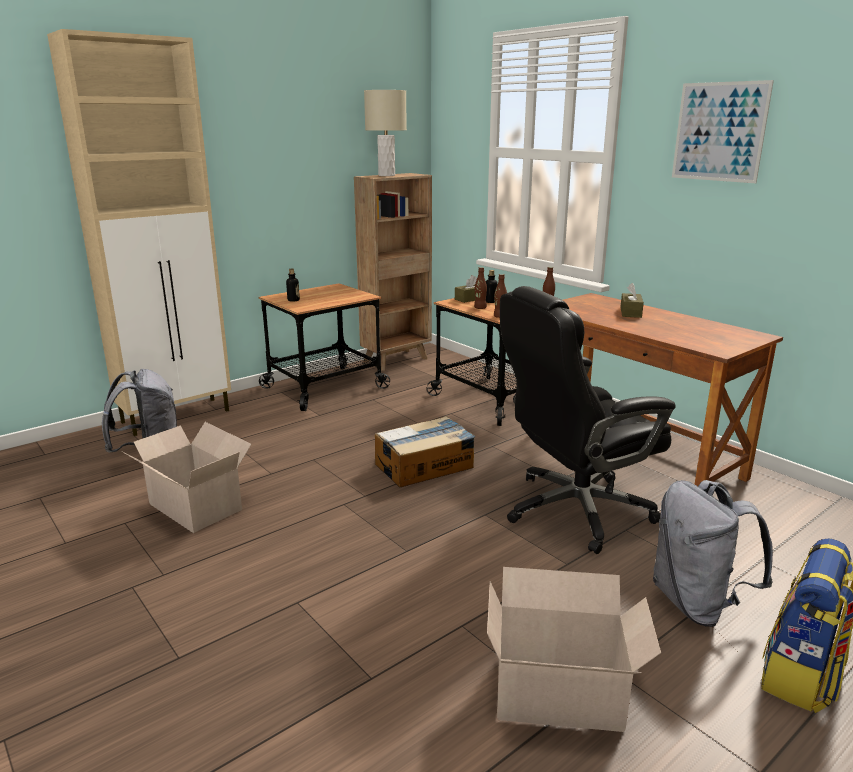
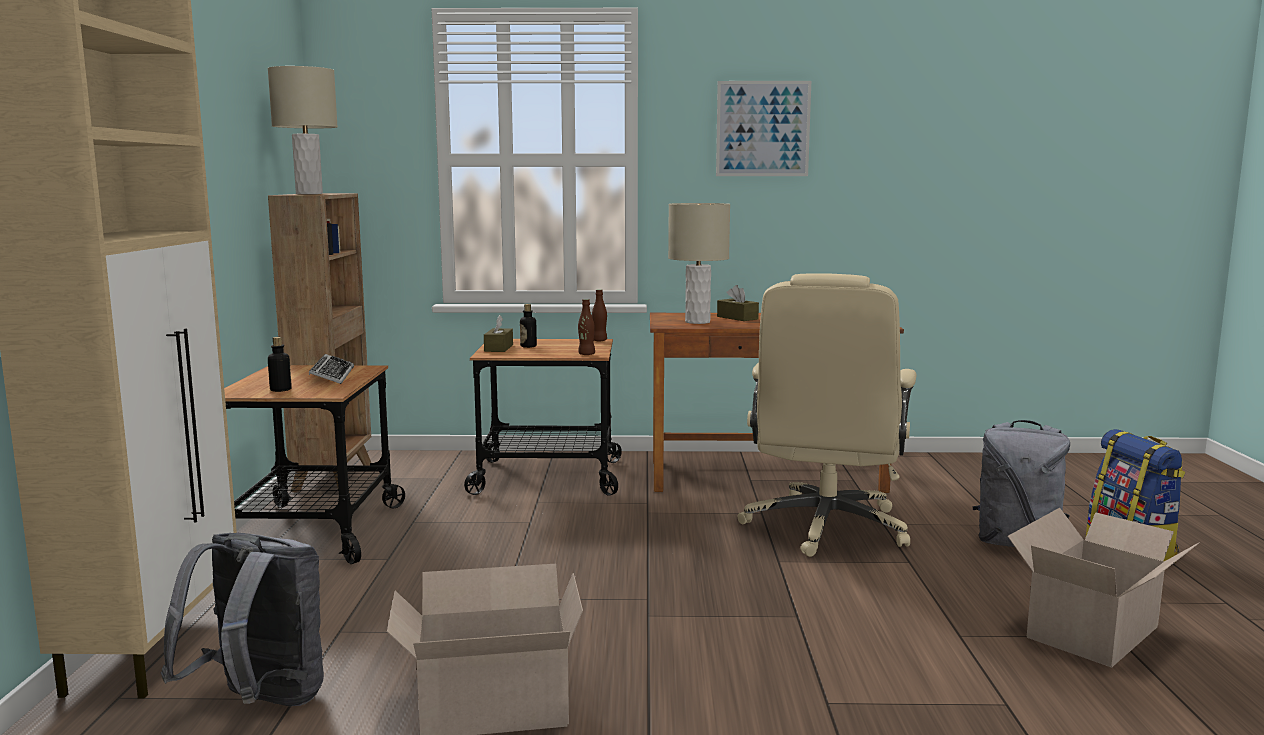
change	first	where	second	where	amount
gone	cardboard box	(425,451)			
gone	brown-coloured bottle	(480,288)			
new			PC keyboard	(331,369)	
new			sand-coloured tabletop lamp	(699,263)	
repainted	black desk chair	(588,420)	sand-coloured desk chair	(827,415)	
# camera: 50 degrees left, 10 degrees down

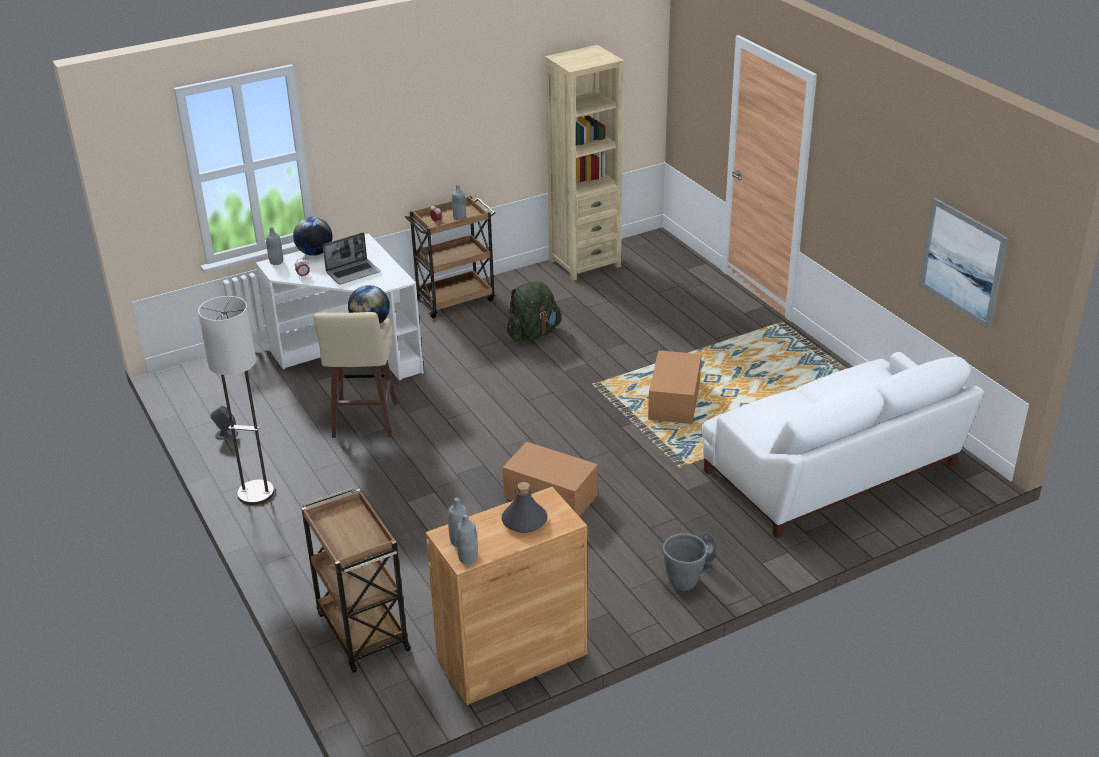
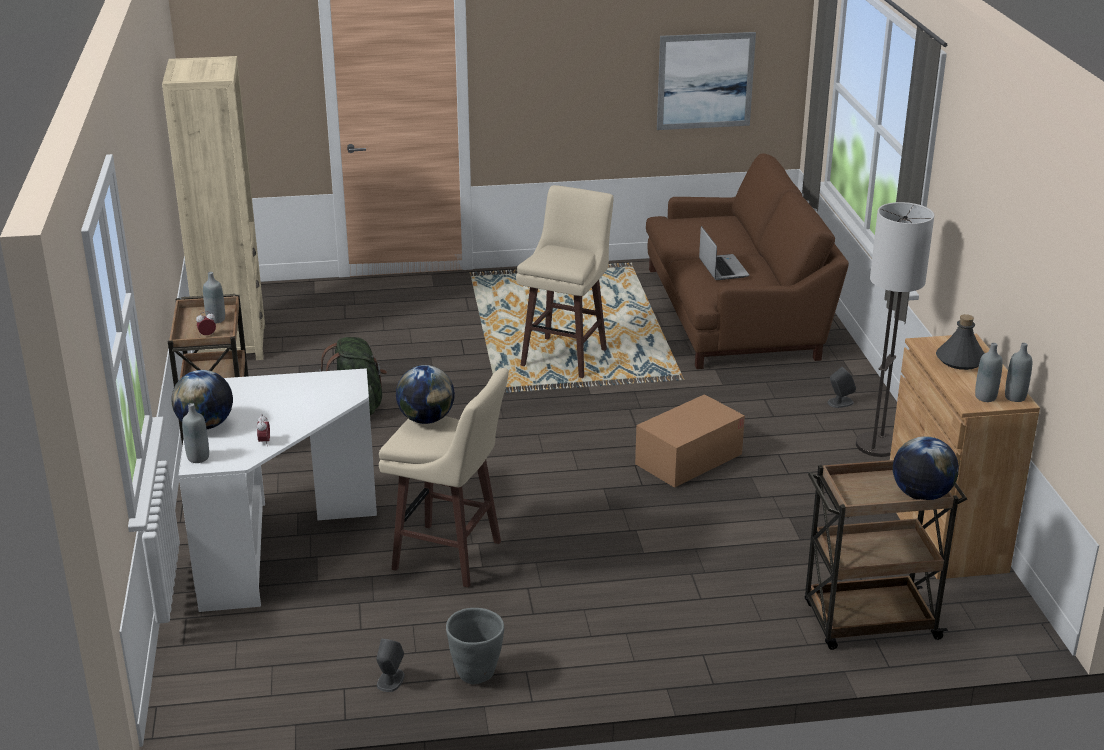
change	first	where	second	where	amount
new			desk globe	(926,468)	
shifted	floor lamp	(236,400)		(895,329)	
shifted	notebook computer	(352,258)		(724,253)	
shifted	grey planter	(685,562)		(475,646)	
swapped	cardboard box	(674,387)	sand-coloured stool	(565,281)	
repainted	whitish sofa	(843,445)	brown-coloured sofa	(747,261)	
# camera: 70 degrees left, 5 degrees down

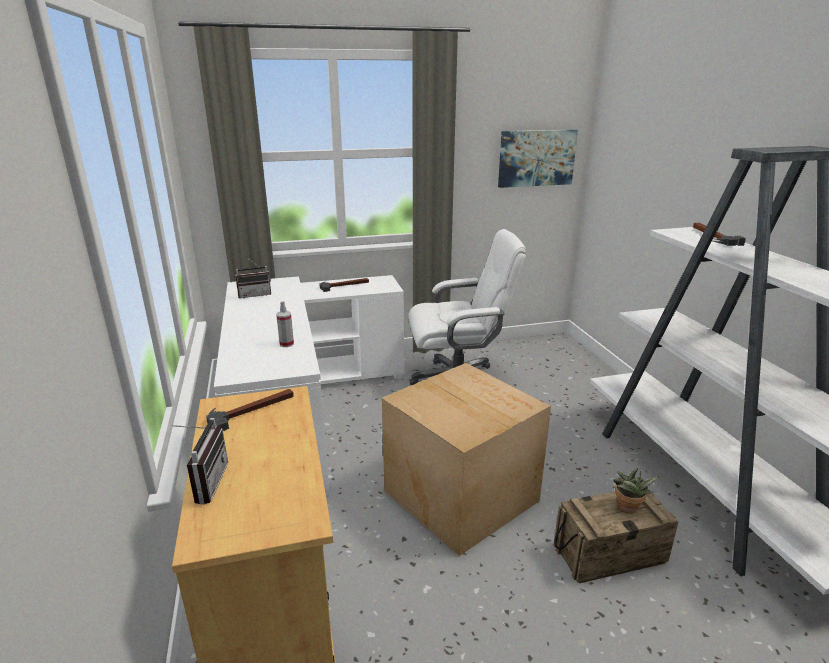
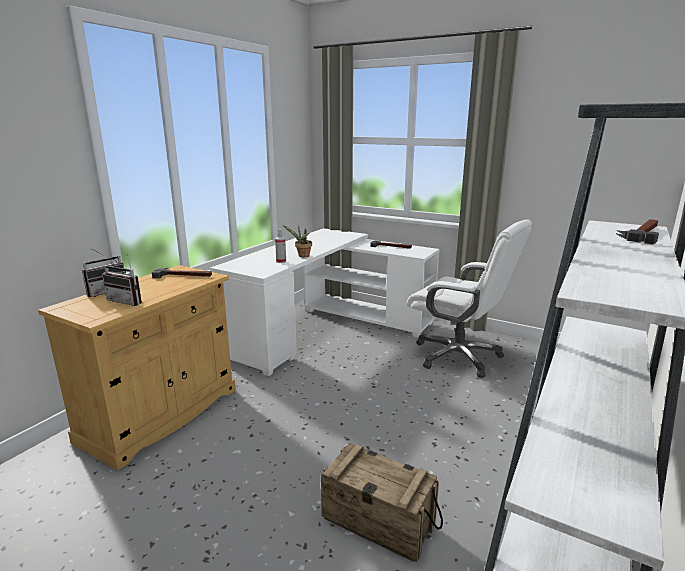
change	first	where	second	where	amount
gone	cardboard box	(466,459)			
gone	picture	(538,158)			
shifted	radio	(253,278)		(122,281)	
shifted	houseplant	(636,491)		(297,241)	
# camera: 45 degrees right, 5 degrees down

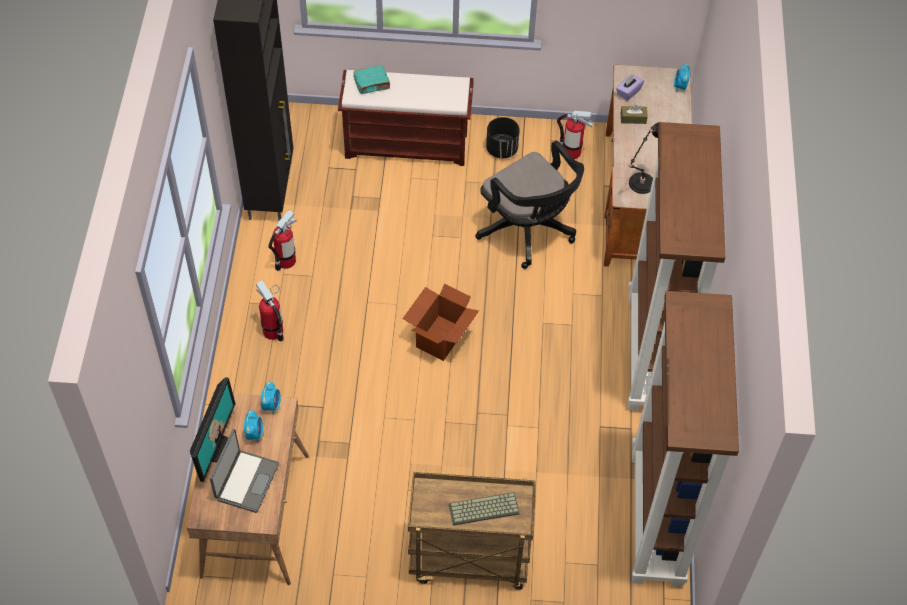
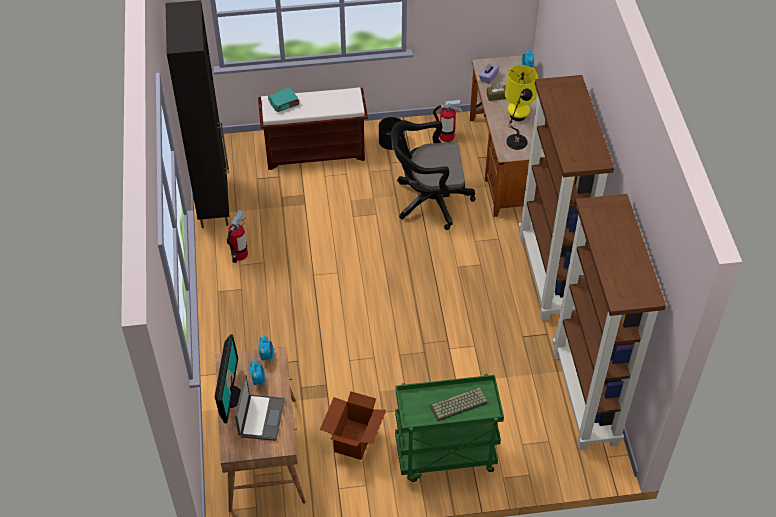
change	first	where	second	where	amount
gone	extinguisher	(270,311)			
new			yellowish tabletop lamp	(521,93)	
shifted	cardboard box	(440,322)		(353,425)	
repainted	brown-coloured cart	(472,530)	green-coloured cart	(449,428)	
rotated	black desk chair	(529,205)		(433,175)	135 degrees clockwise
# camera: 10 degrees left, 5 degrees down

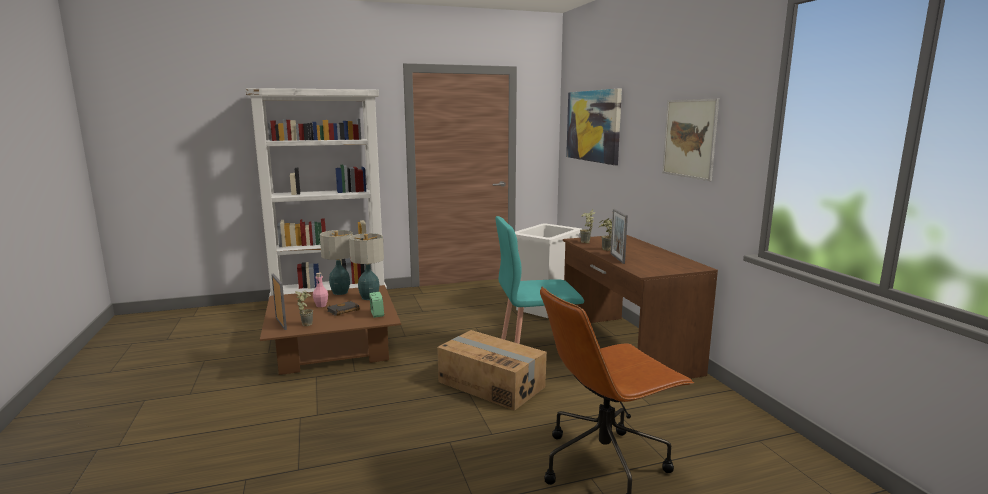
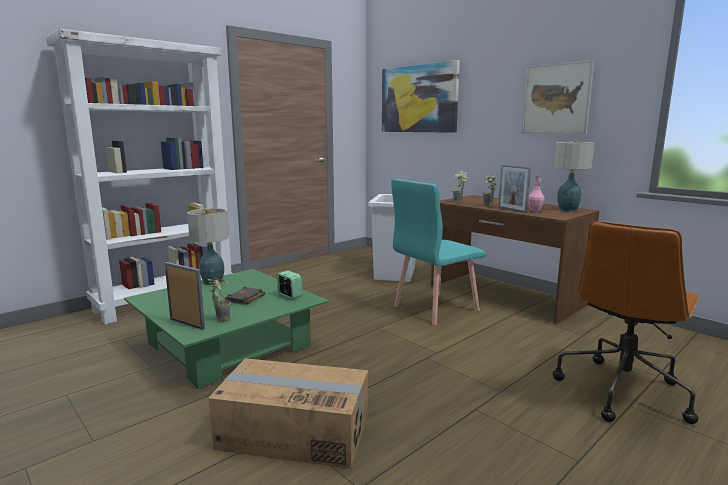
change	first	where	second	where	amount
shifted	pink-coloured bottle	(320,290)		(536,194)	
shifted	tabletop lamp	(366,266)		(574,176)	
shifted	cardboard box	(492,370)		(288,413)	
repainted	brown-coloured low table	(330,330)	green-coloured low table	(226,328)	
# camera: 25 degrees left, 0 degrees up

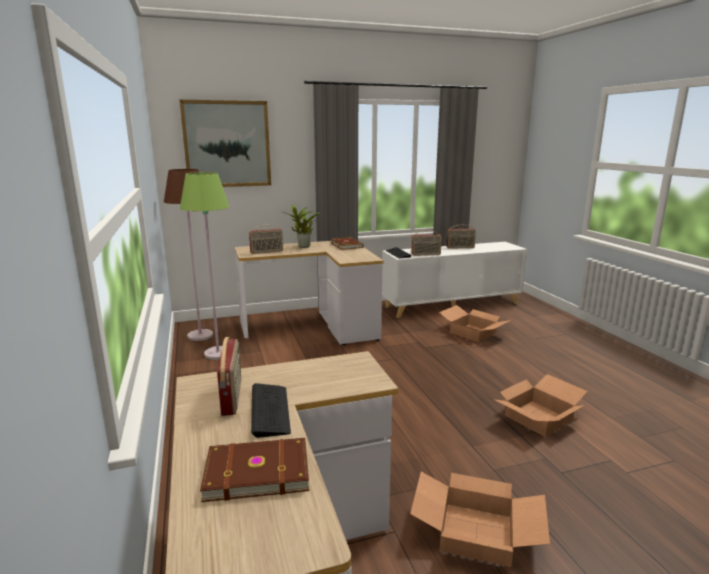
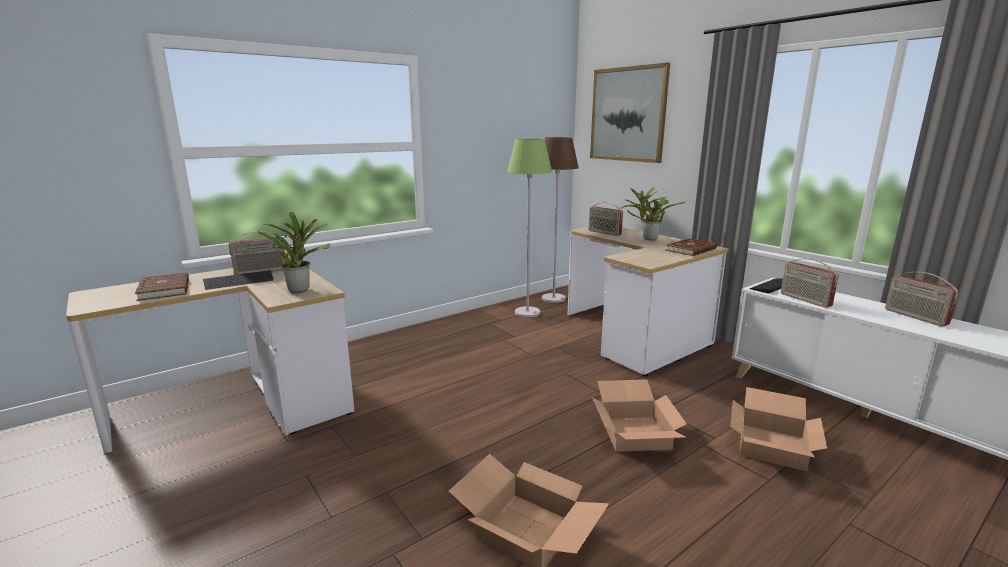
change	first	where	second	where	amount
new			houseplant	(294,252)	
shifted	cardboard box	(480,519)		(639,415)	
# camera: 70 degrees right, 0 degrees up

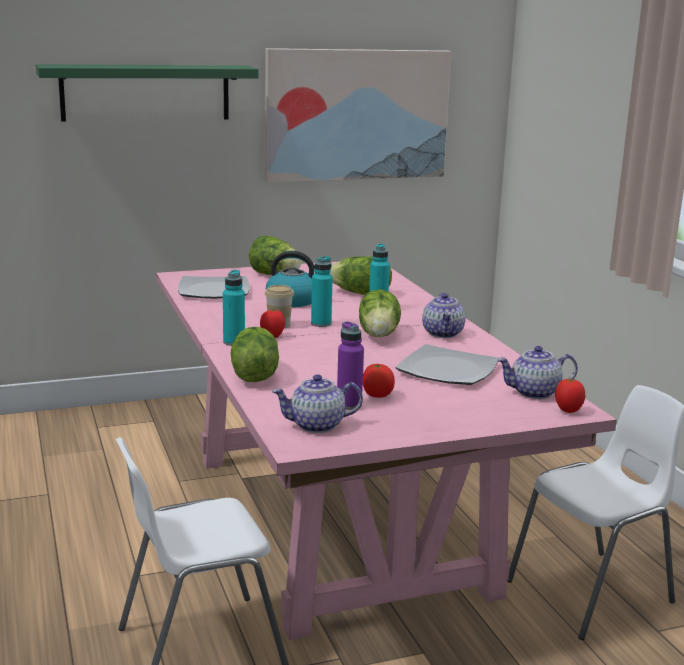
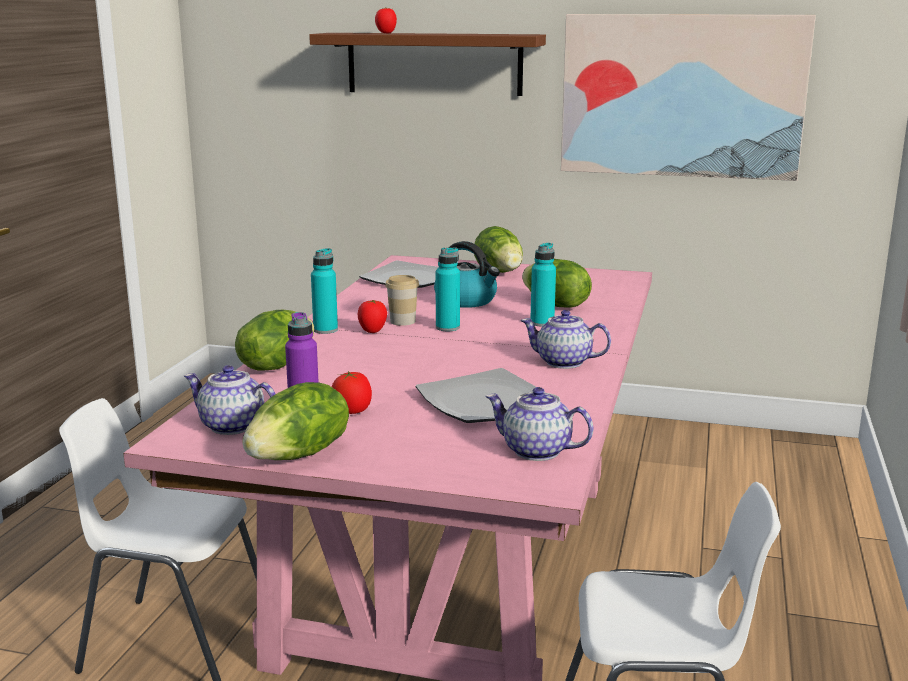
change	first	where	second	where	amount
shifted	lettuce head	(380,313)		(295,421)	
shifted	whole tomato	(570,395)		(386,20)	
repainted	green-coloured wall shelf	(147,92)	brown-coloured wall shelf	(427,64)	
rotated	pot for tea	(443,315)		(566,339)	75 degrees clockwise
# camera: 35 degrees right, 0 degrees up

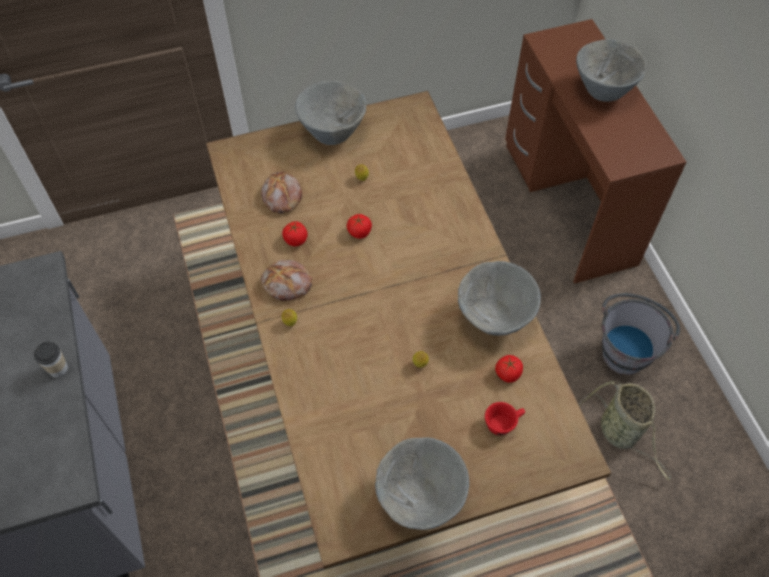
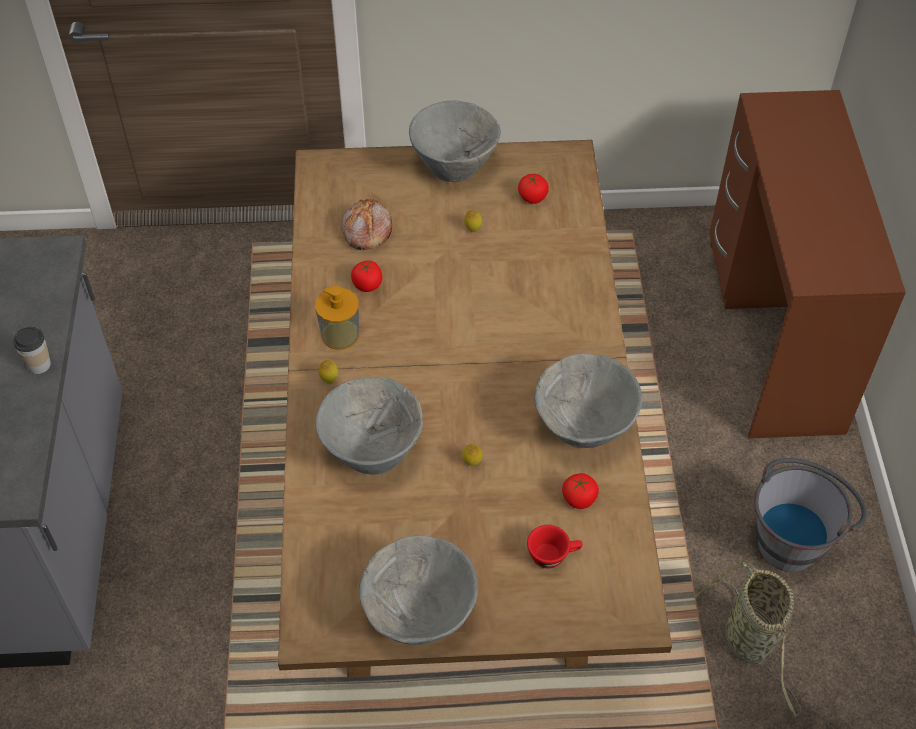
change	first	where	second	where	amount
shifted	whole tomato	(359,226)		(533,189)	
shifted	grey serving bowl	(611,70)		(369,426)	
swapped	bread	(286,280)	liquid soap bottle	(337,318)	
# camera: 15 degrees right, 5 degrees down

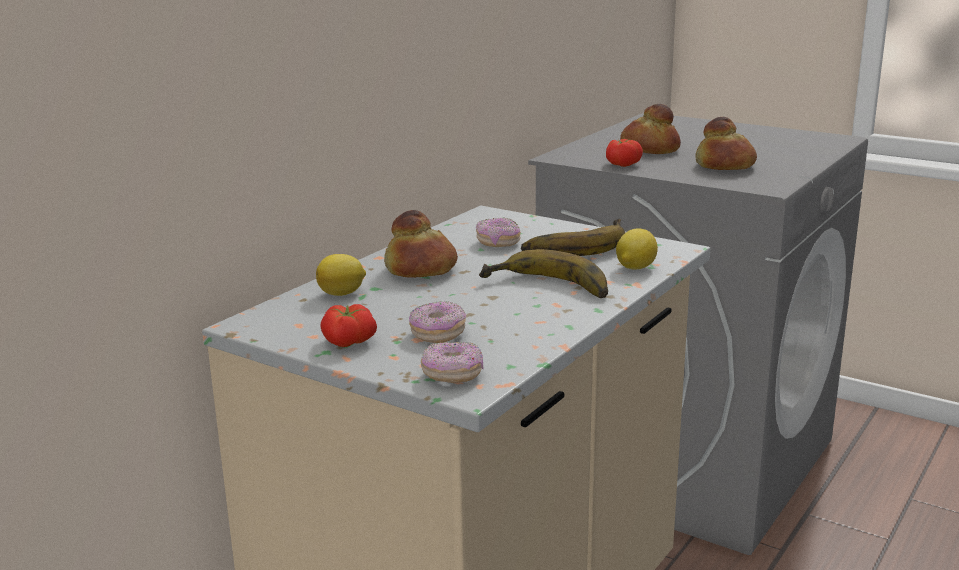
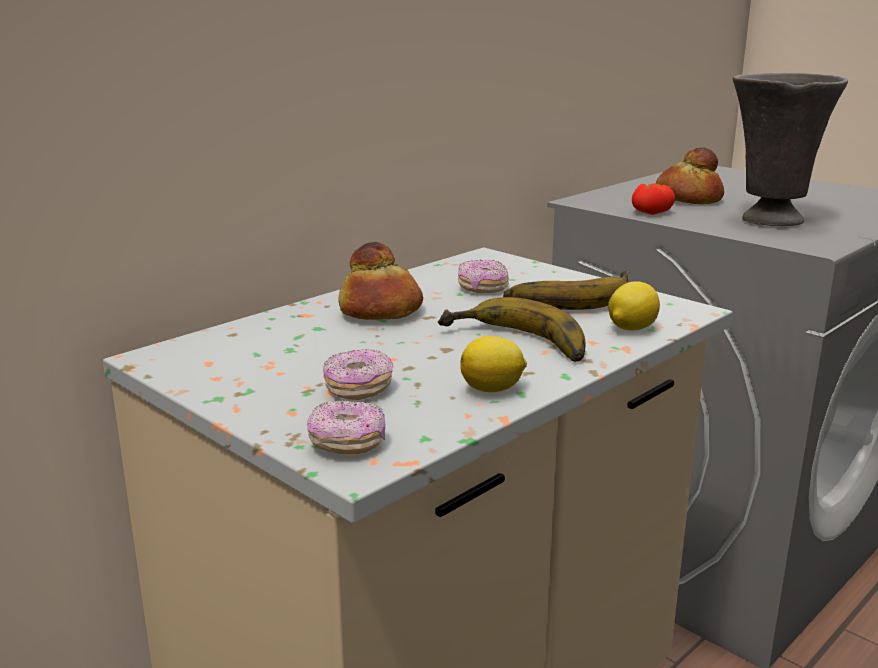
change	first	where	second	where	amount
gone	whole tomato	(348,325)			
shifted	whole lemon	(341,275)		(494,364)	
swapped	bread	(726,143)	grey decorative vase	(790,149)	
# camera: 10 degrees right, 0 degrees up

